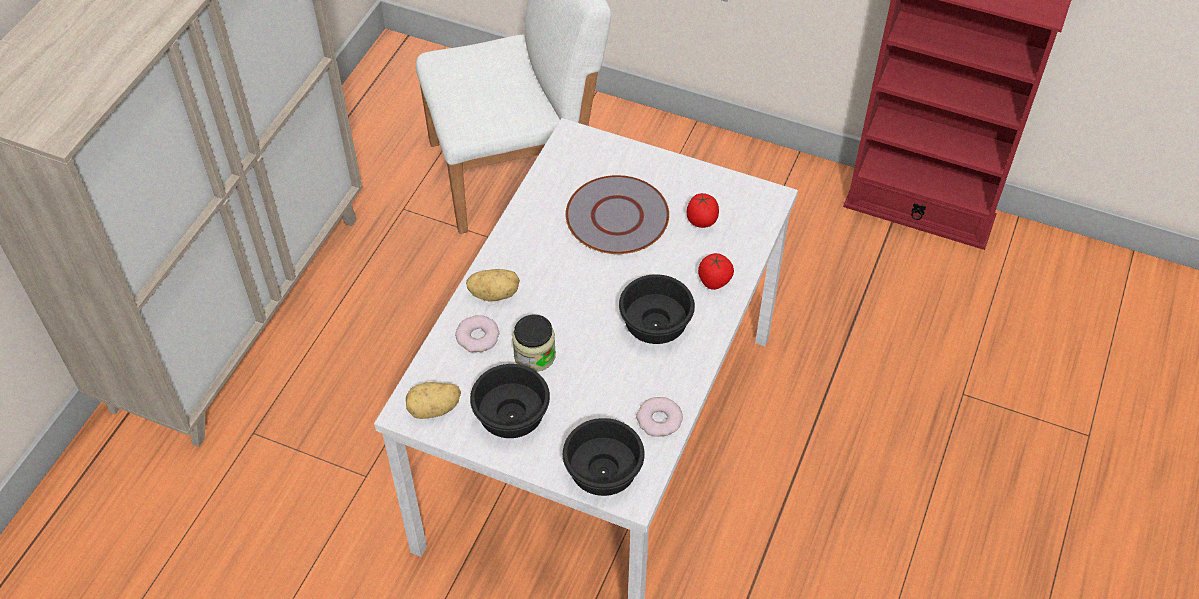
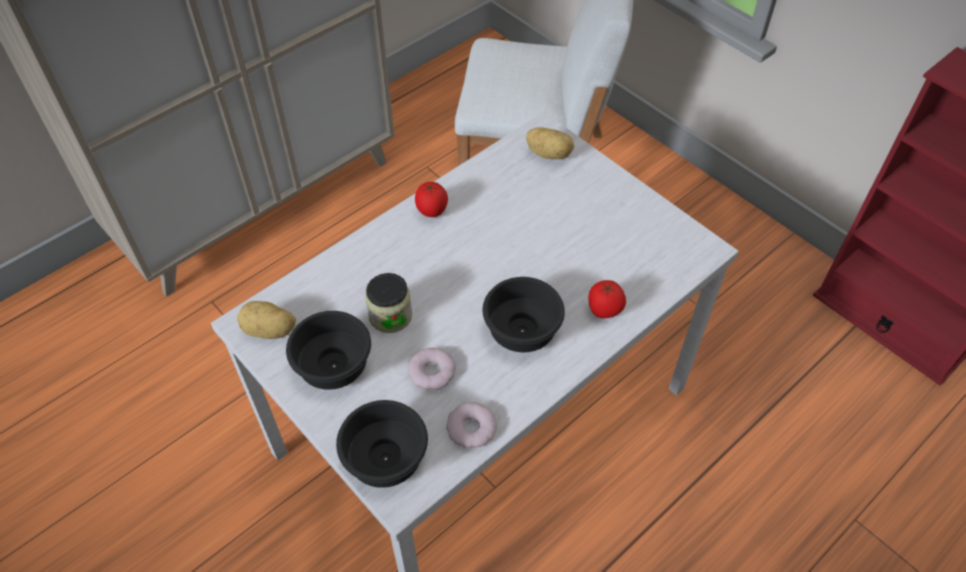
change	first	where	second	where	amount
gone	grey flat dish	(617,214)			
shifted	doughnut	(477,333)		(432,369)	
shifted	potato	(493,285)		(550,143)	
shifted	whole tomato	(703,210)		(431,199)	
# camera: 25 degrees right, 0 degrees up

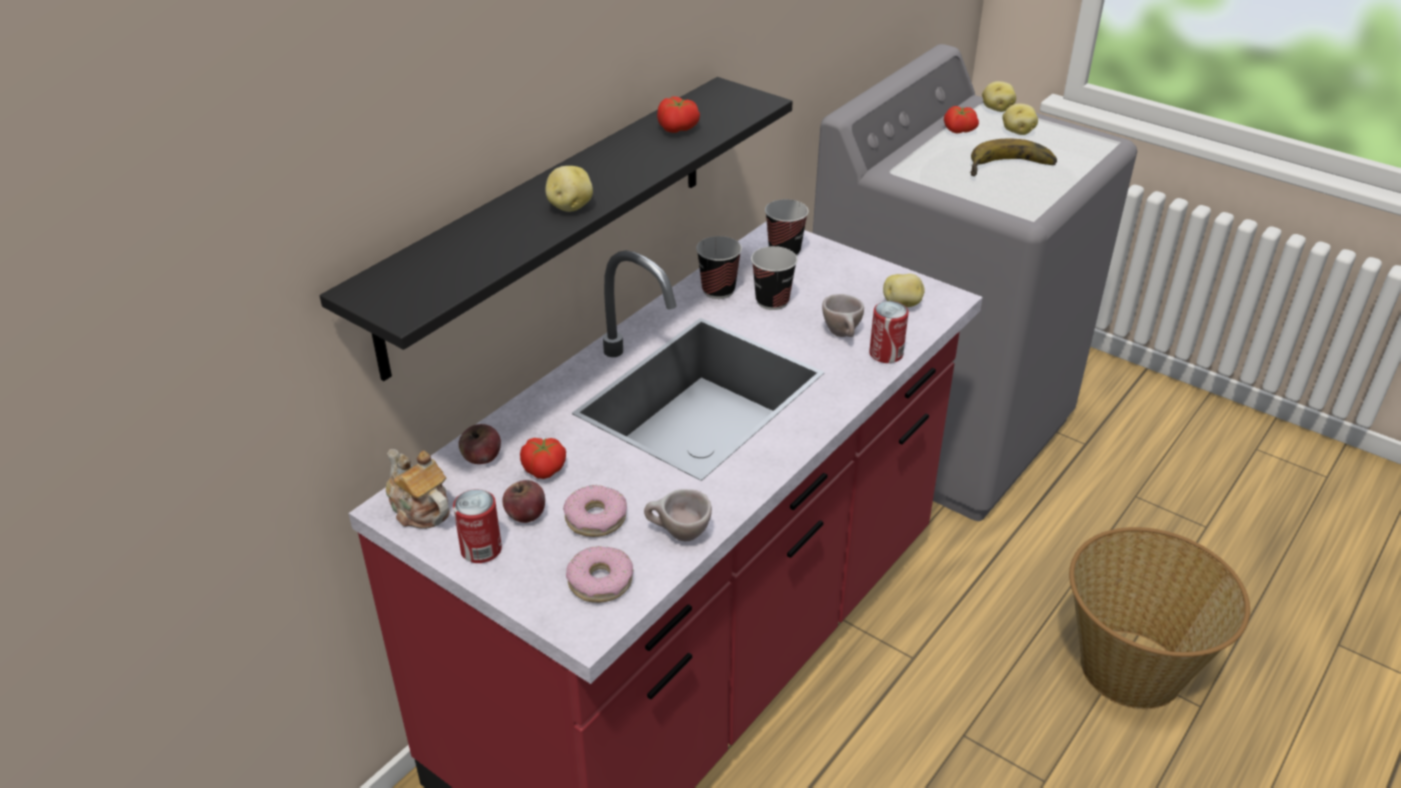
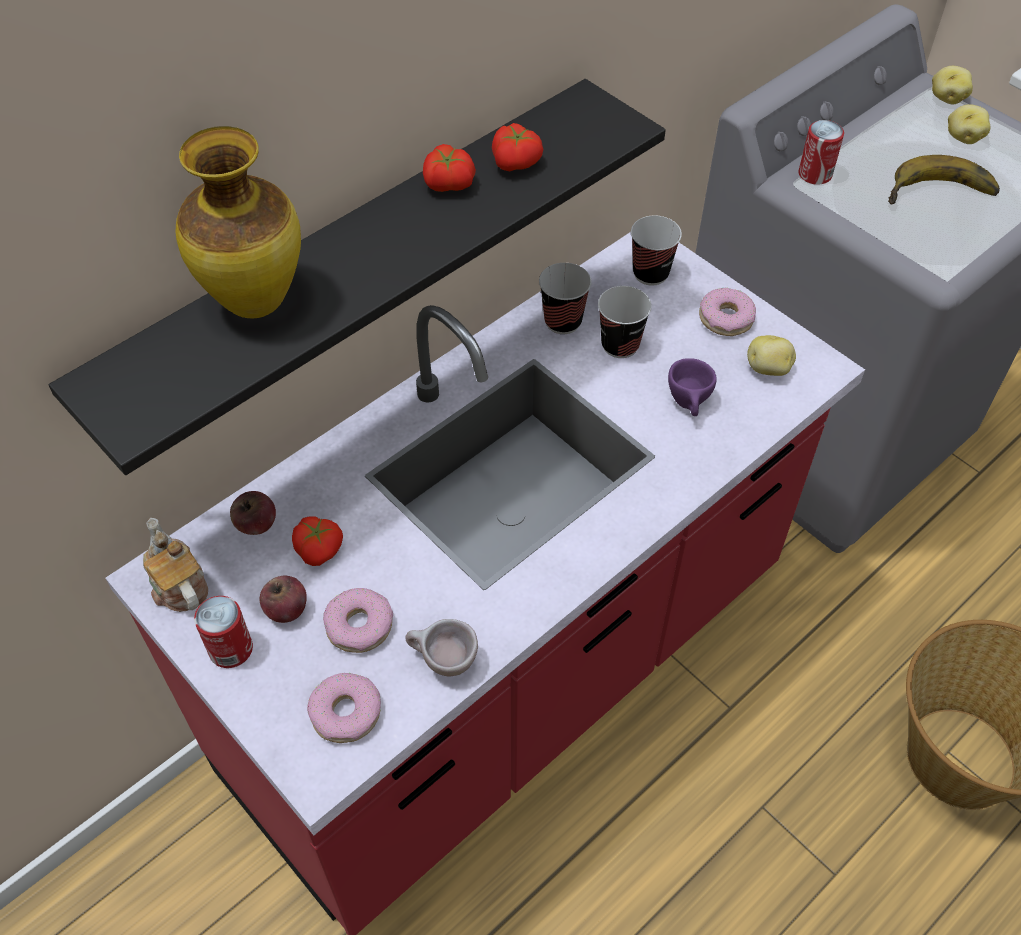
change	first	where	second	where	amount
gone	potato	(569,189)			
new			decorative vase	(238,222)	
new			doughnut	(727,312)	
shifted	metal can	(889,332)		(821,152)	
shifted	whole tomato	(961,120)		(449,168)	
repainted	sand-coloured drinking cup	(843,315)	purple drinking cup	(692,387)	
# camera: 10 degrees right, 15 degrees up

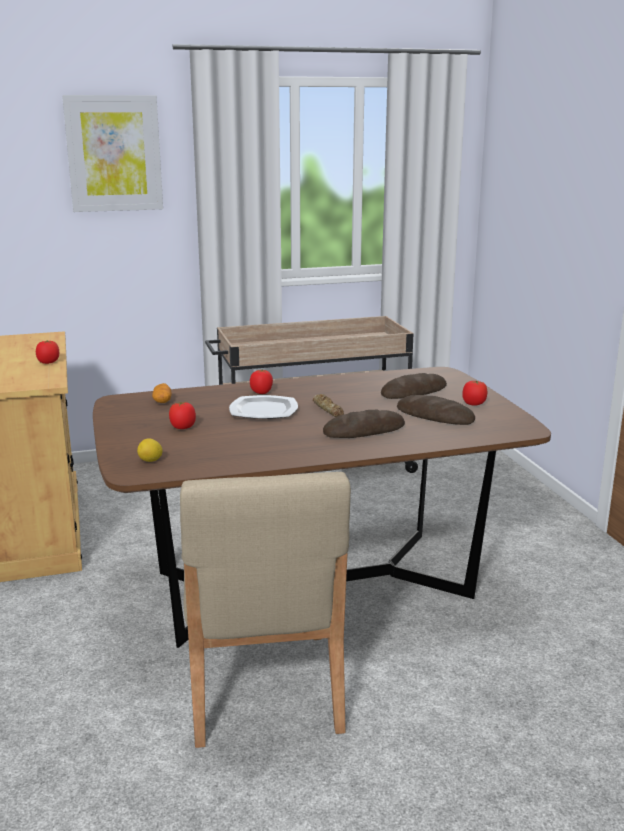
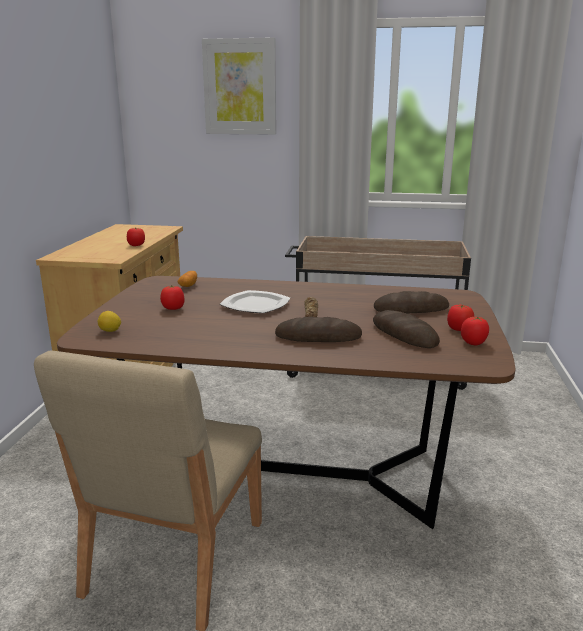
change	first	where	second	where	amount
shifted	whole tomato	(261,382)		(475,331)	
# camera: 25 degrees right, 0 degrees up

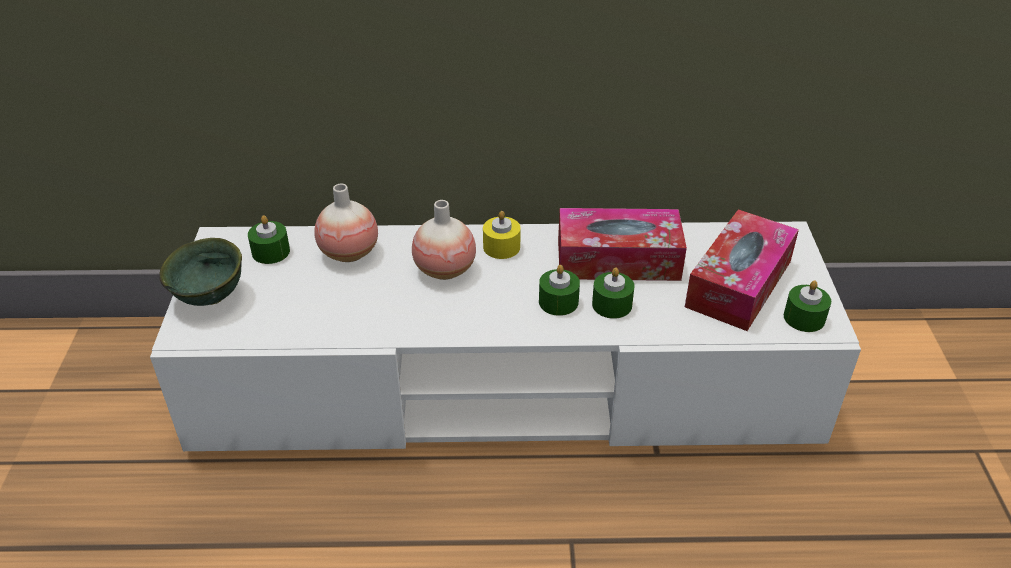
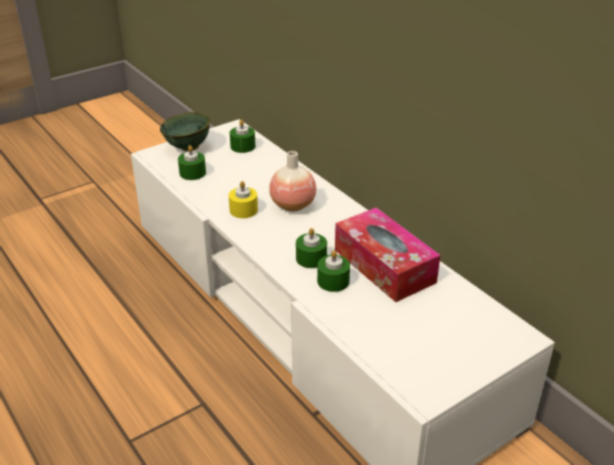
change	first	where	second	where	amount
gone	decorative vase	(346,223)			
gone	box of tissues	(742,270)			
shifted	yellowish candle	(502,235)		(243,199)	
shifted	green-coloured candle	(807,306)		(192,162)	
# camera: 55 degrees right, 5 degrees down

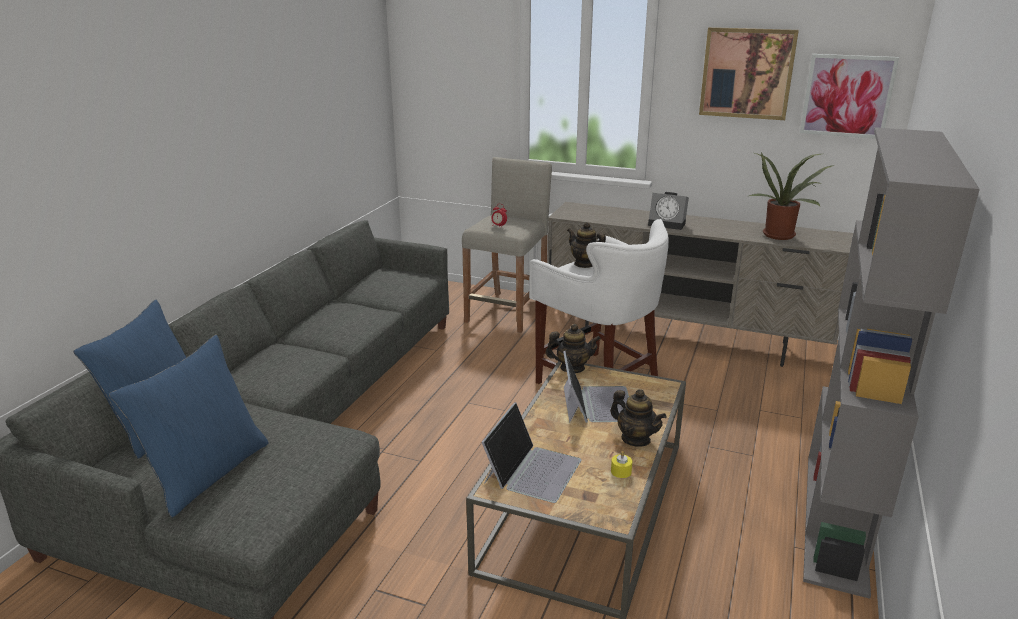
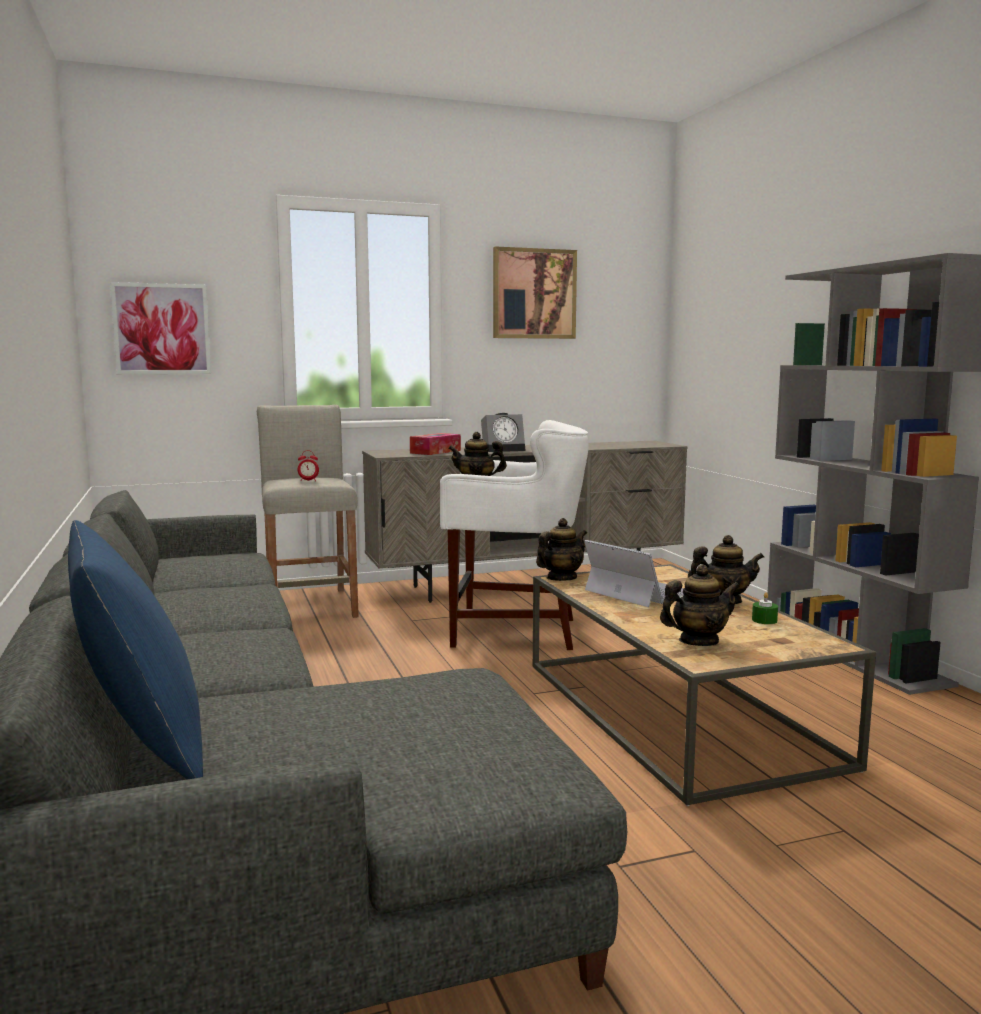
change	first	where	second	where	amount
gone	blue-coloured cushion	(188,426)			
gone	houseplant	(791,196)			
new			box of tissues	(435,444)	
shifted	picture	(849,96)		(160,328)	
swapped	notebook computer	(531,452)	pot for tea	(700,605)	
repainted	yellowish candle	(621,464)	green-coloured candle	(765,608)	
# camera: 40 degrees left, 15 degrees down

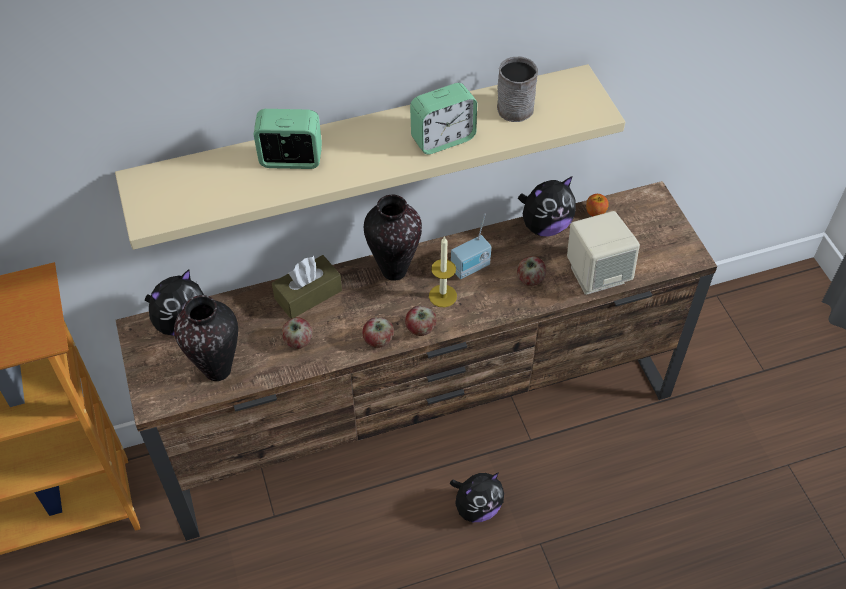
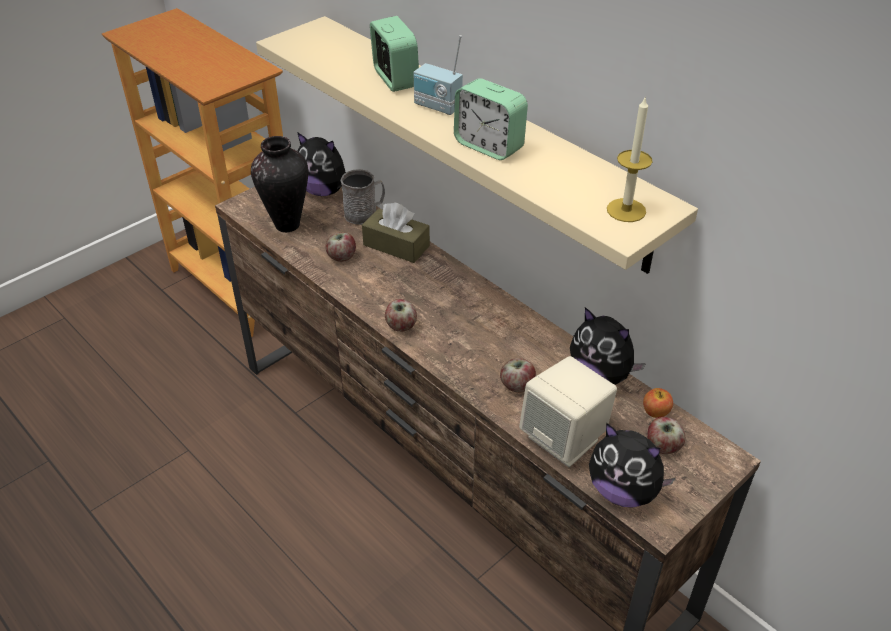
change	first	where	second	where	amount
gone	decorative vase	(393,238)			
shifted	whole apple	(378,332)		(666,435)	
shifted	candle	(443,271)		(630,159)	
shifted	soft toy	(477,497)		(632,465)	
shifted	radio	(471,246)		(438,75)	
shifted	grey tea mug	(517,89)		(363,197)	
# camera: 65 degrees right, 10 degrees down

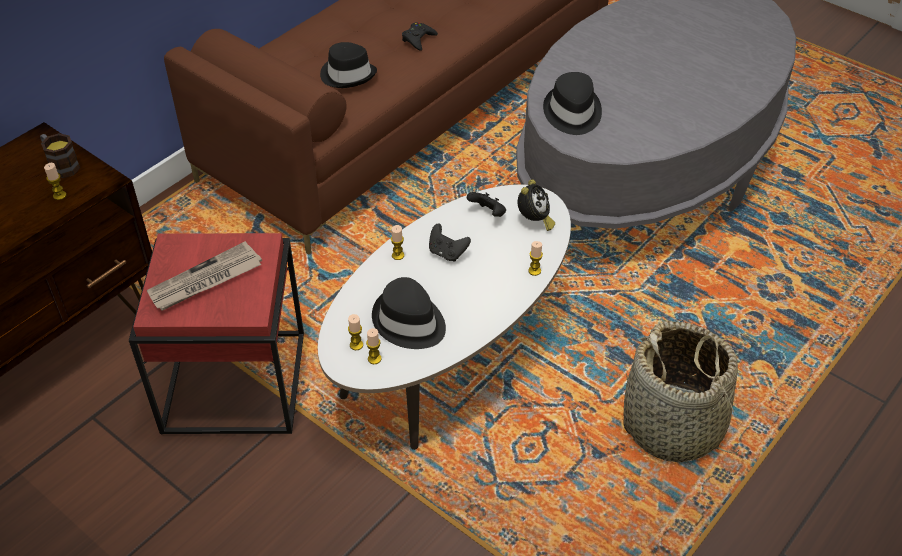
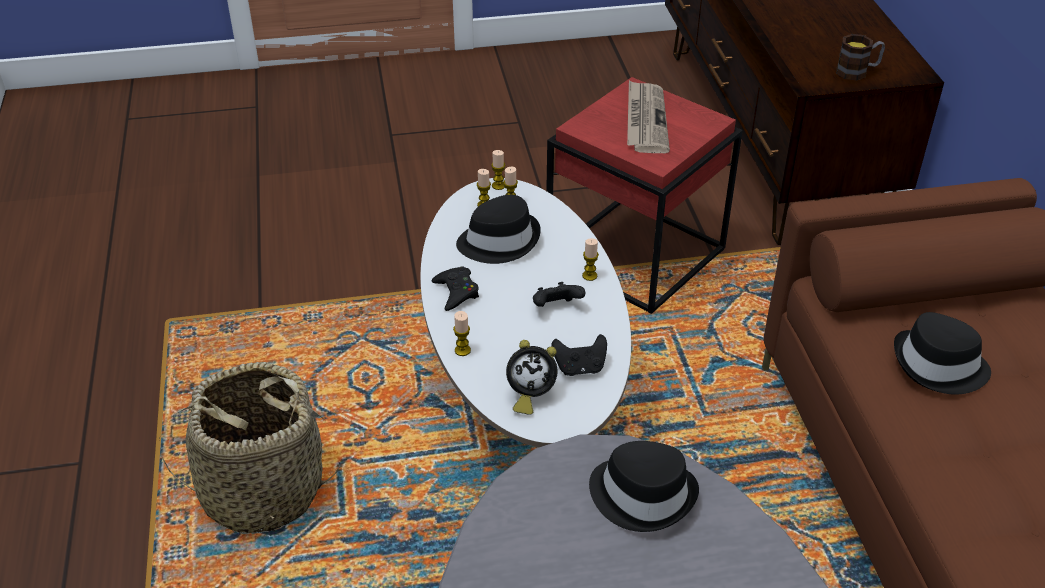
change	first	where	second	where	amount
shifted	candle	(55,181)		(498,170)	
shifted	black game controller	(420,36)		(455,288)	
rotated	table clock	(536,205)		(531,377)	60 degrees counterclockwise
# camera: 130 degrees right, 5 degrees down

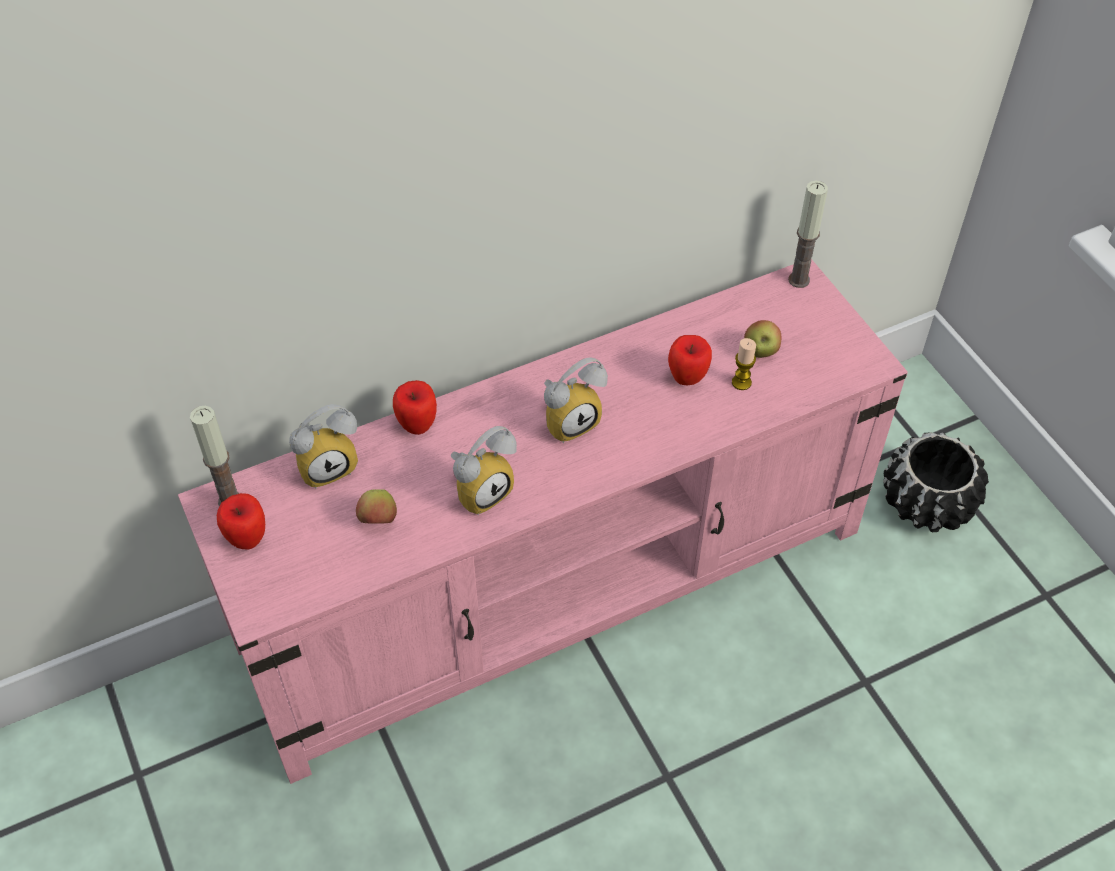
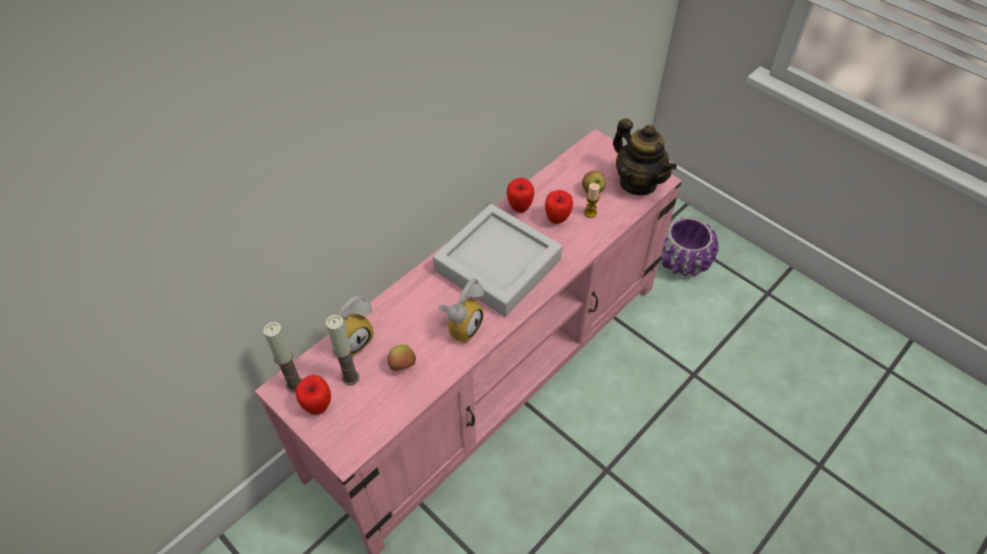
change	first	where	second	where	amount
new			pot for tea	(645,156)	
shifted	whole apple	(415,407)		(520,195)	
shifted	candle	(808,234)		(342,350)	
swapped	table clock	(576,400)	grey carrying tray	(497,260)	
repainted	black planter	(936,482)	purple planter	(689,246)	
# camera: 20 degrees left, 0 degrees up

